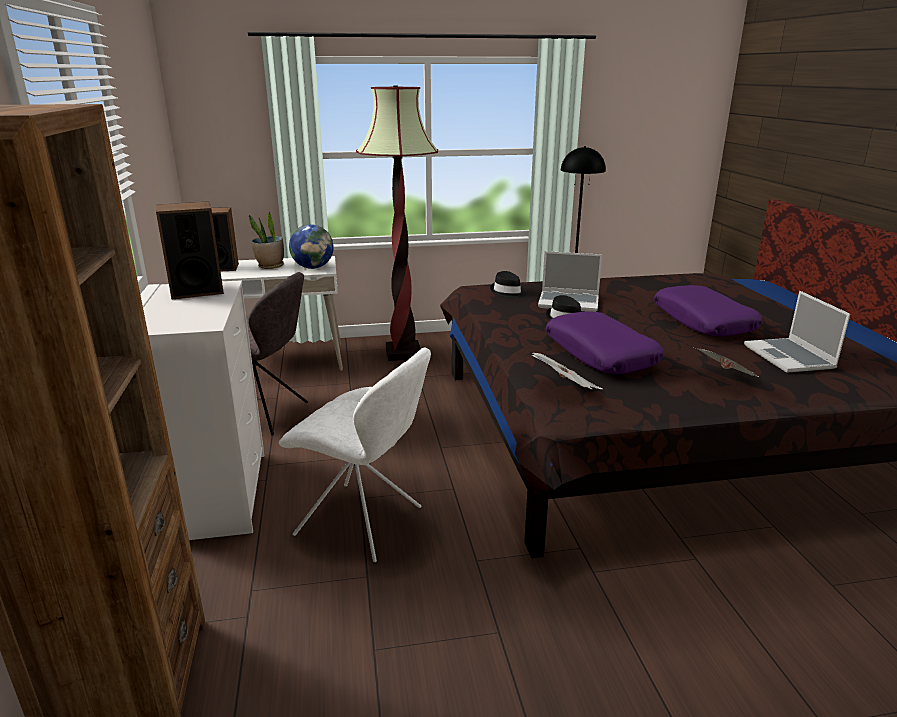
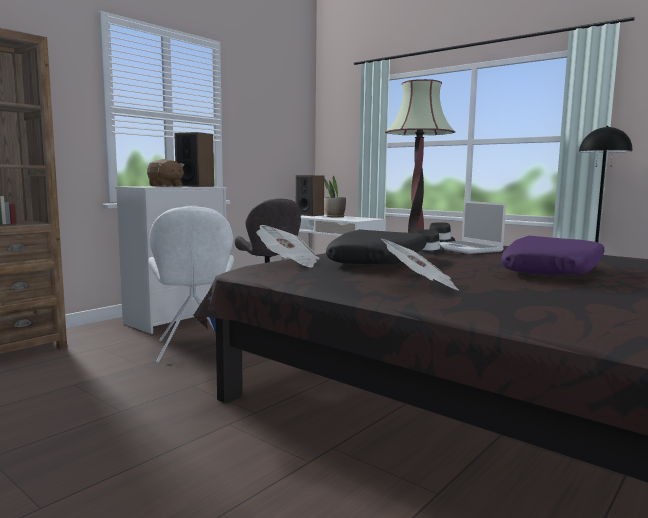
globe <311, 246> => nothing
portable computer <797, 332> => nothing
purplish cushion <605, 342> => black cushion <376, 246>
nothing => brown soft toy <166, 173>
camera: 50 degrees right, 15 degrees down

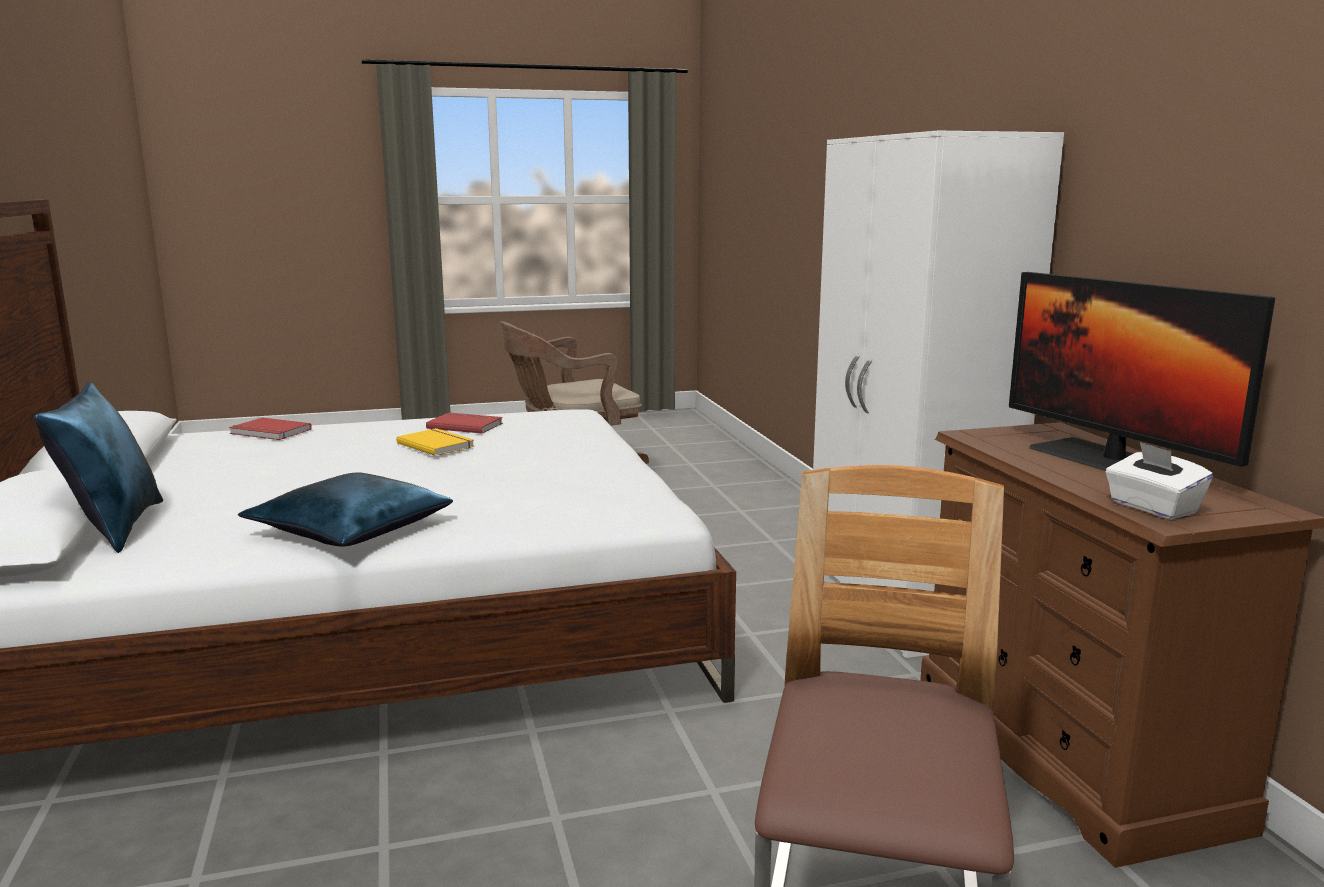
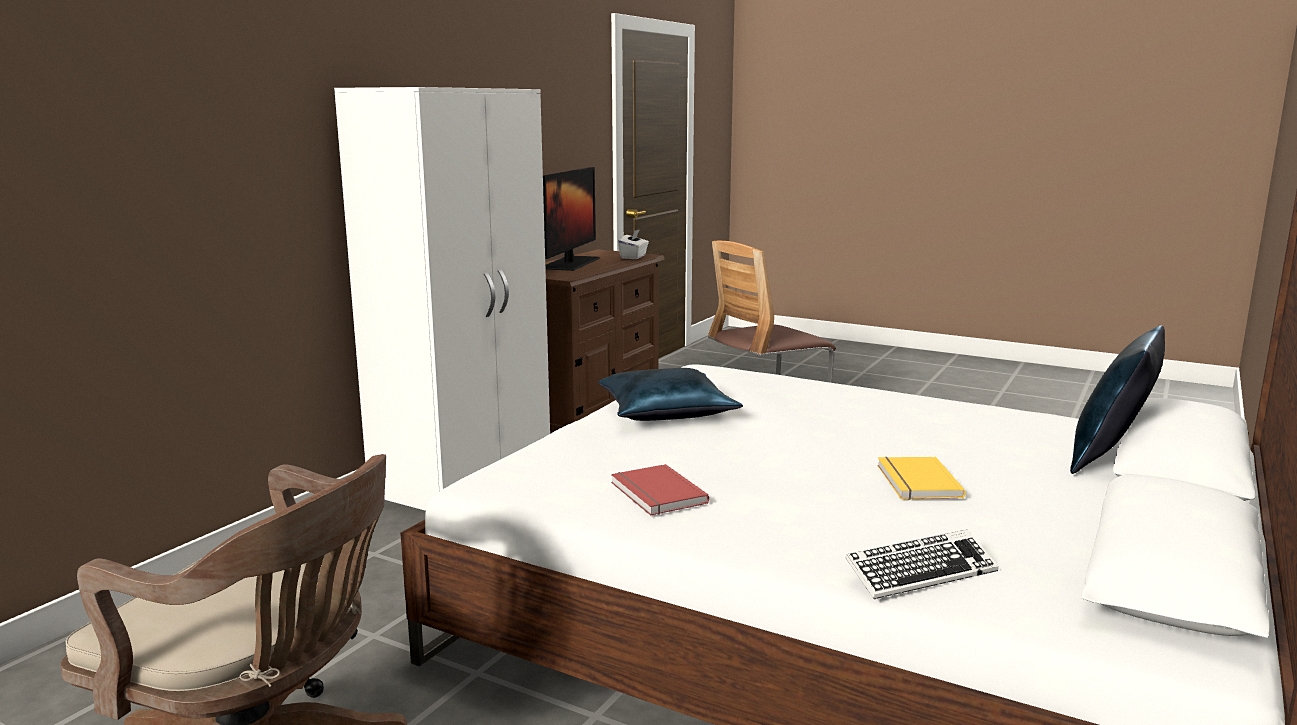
red book <270, 429> => PC keyboard <922, 564>
yellow-coloured book <435, 442> => yellow-coloured book <921, 478>, relocated
blue-coloured cushion <345, 510> => blue-coloured cushion <670, 394>, relocated
camera: 135 degrees left, 0 degrees up

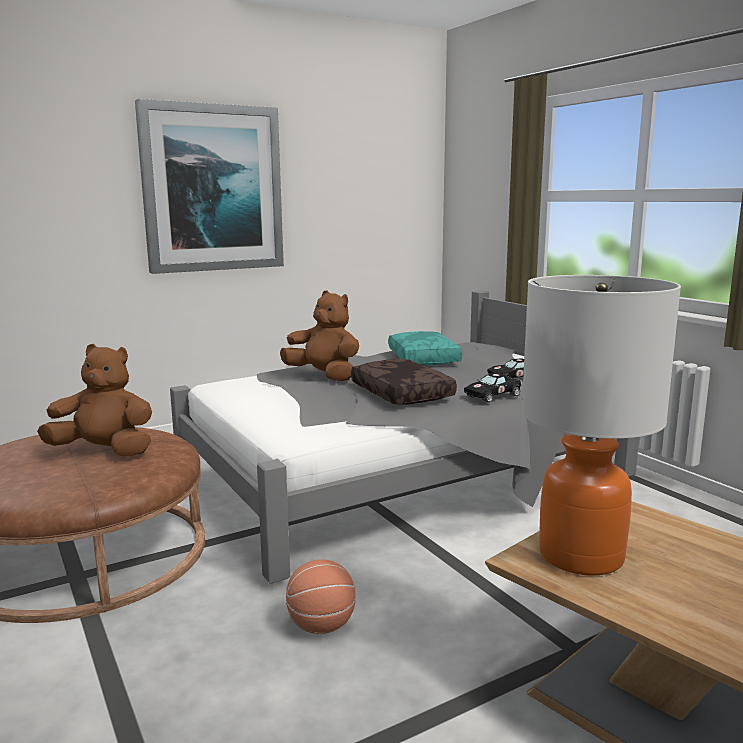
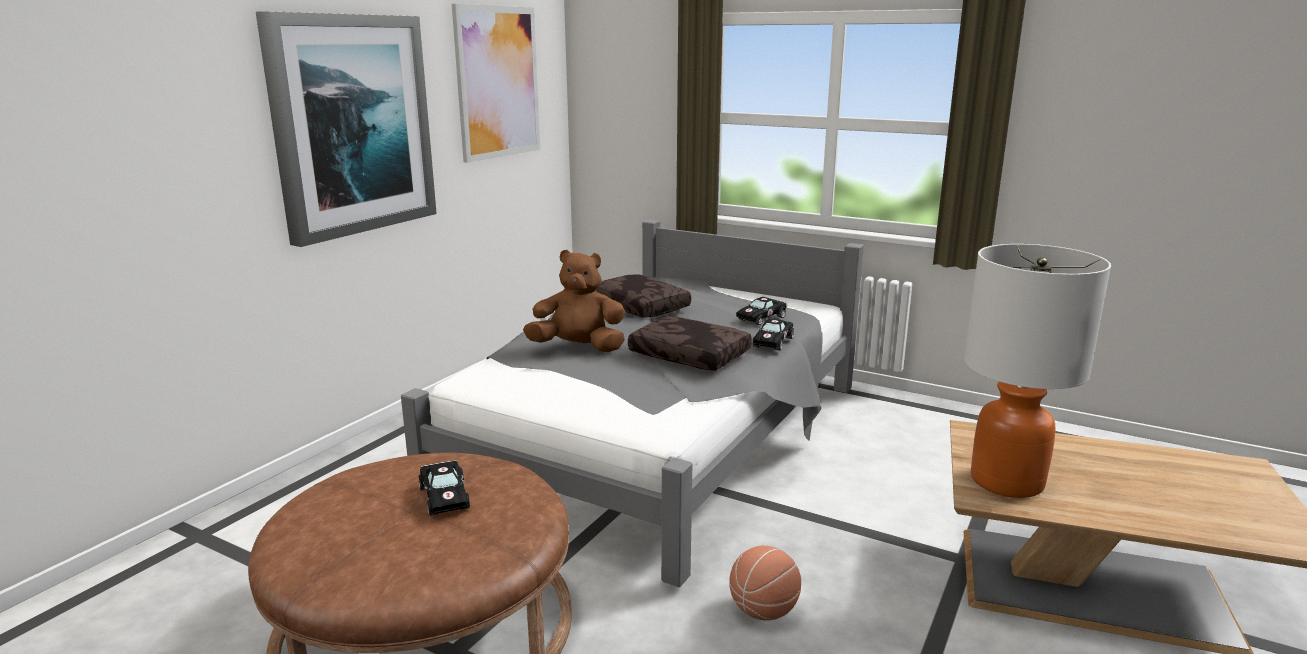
turquoise-coloured cushion <425, 348> => brown cushion <643, 296>
brown soft toy <94, 400> => black miniature car <444, 488>
nothing => wall picture <496, 83>
camera: 30 degrees left, 5 degrees up

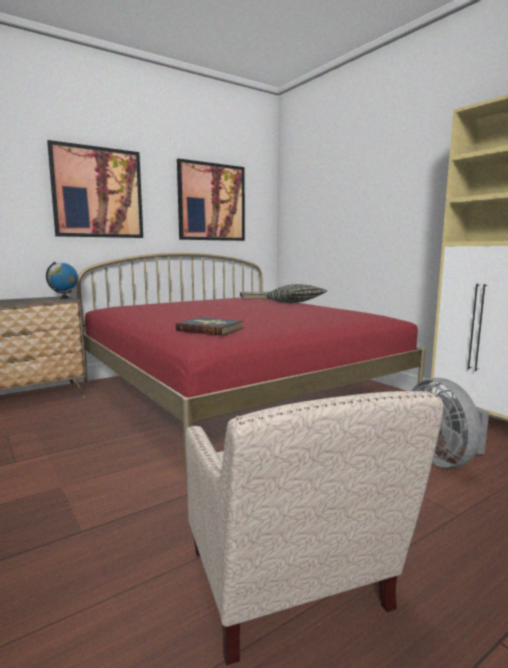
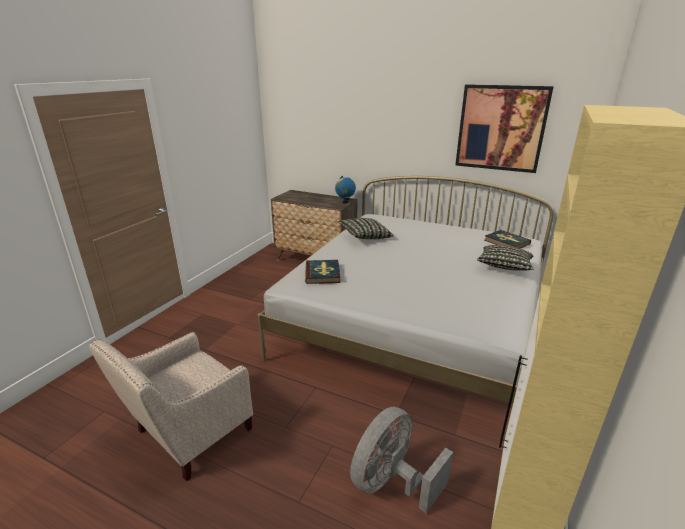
wall picture <95, 189> => nothing
red bed <251, 368> => whitish bed <406, 290>
nothing => cushion <366, 228>
camera: 60 degrees right, 15 degrees up

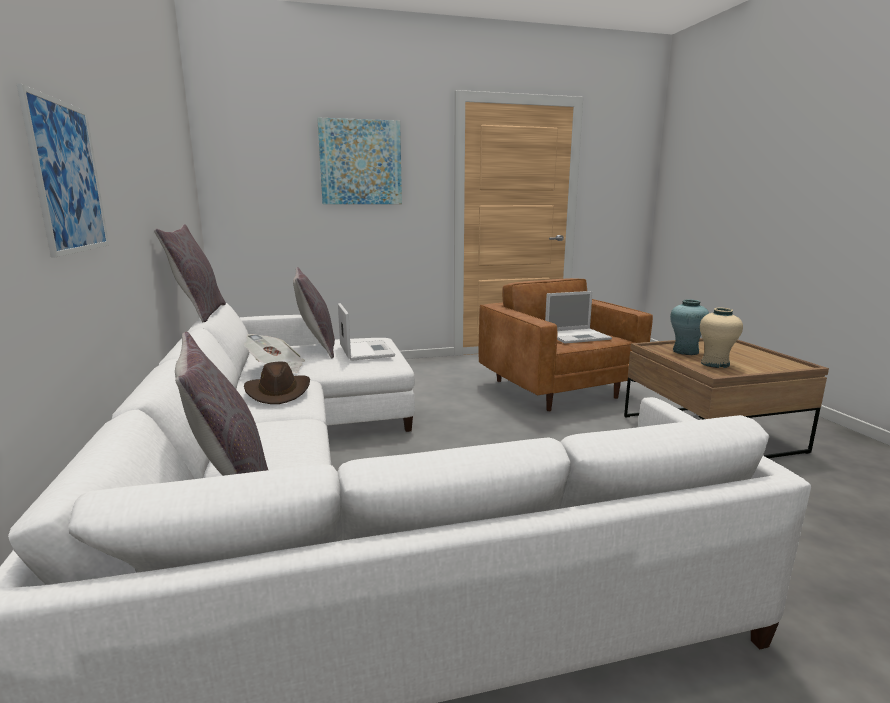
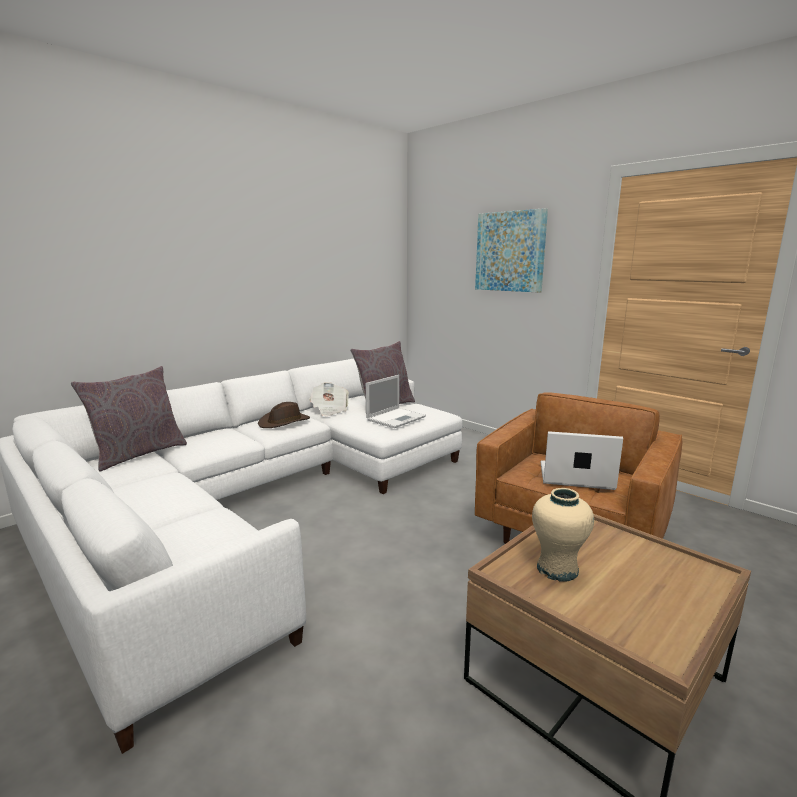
wall picture <63, 170> => nothing
grey cushion <190, 273> => nothing
portable computer <578, 317> => portable computer <582, 460>, 150 degrees clockwise
turquoise-coloured flower vase <689, 327> => nothing
camera: 60 degrees right, 0 degrees up

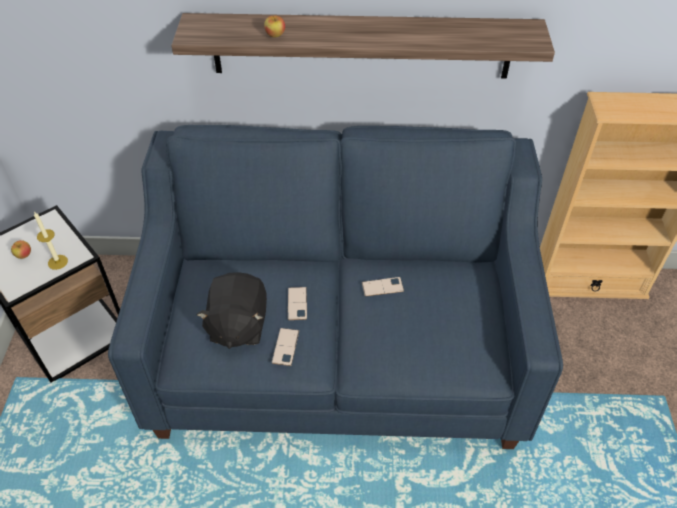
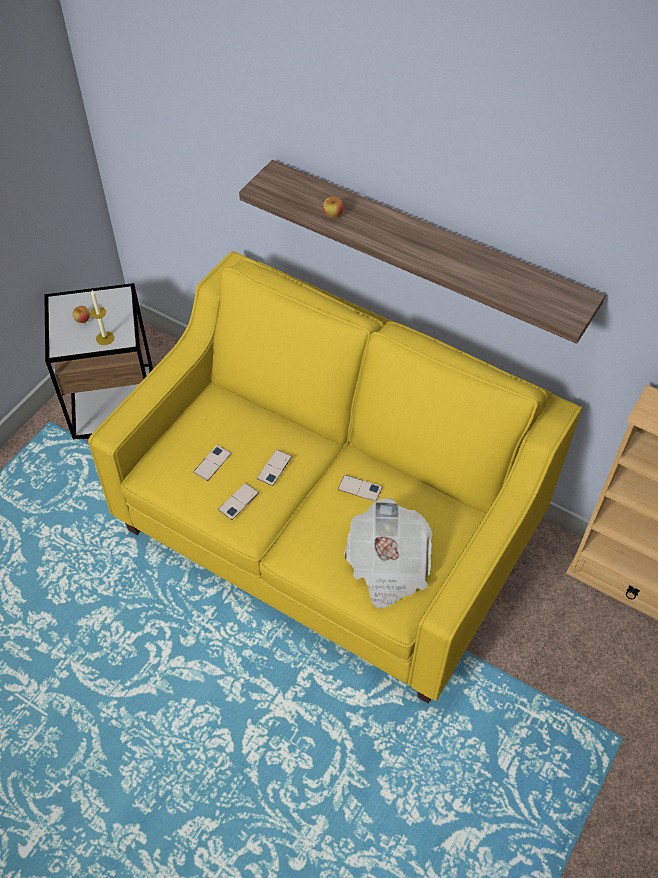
blue-coloured sofa <335, 287> => yellow-coloured sofa <335, 477>
black soft toy <231, 310> => phone <212, 463>
nothing => newspaper <388, 553>
camera: 30 degrees right, 5 degrees up

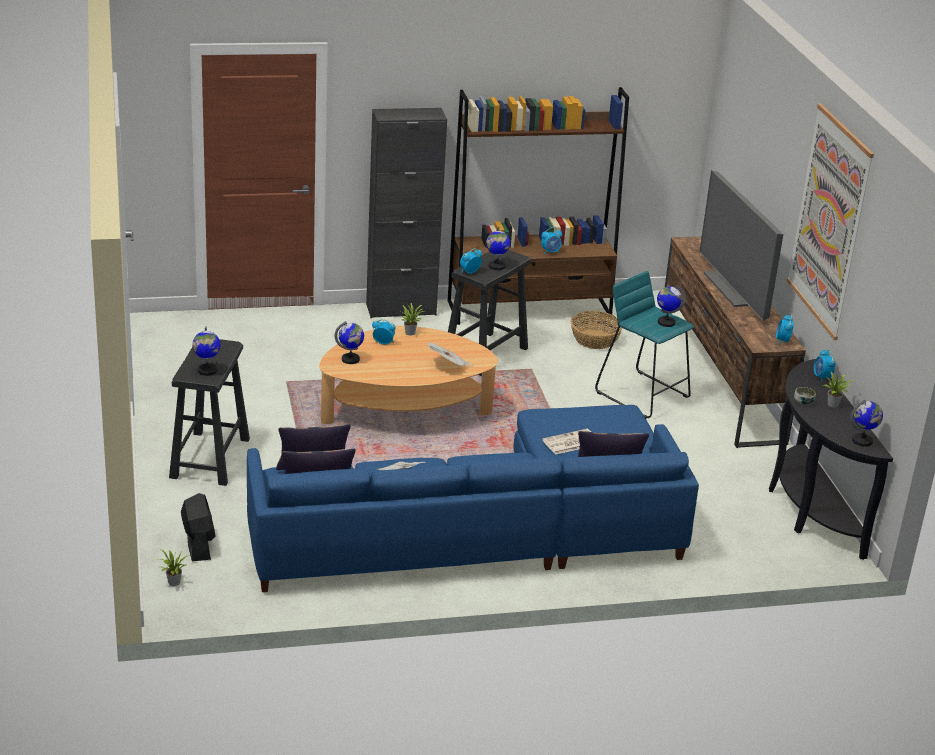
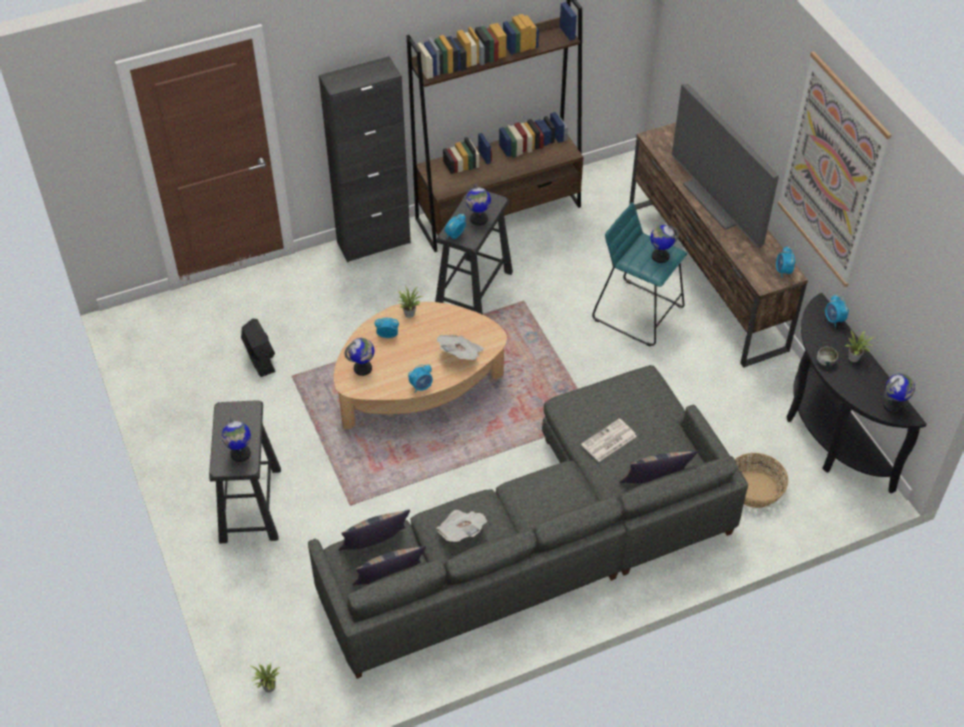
bedside clock <551, 240> => bedside clock <420, 378>, relocated
storage basket <597, 330> => storage basket <761, 480>, relocated
blue-coloured sofa <473, 498> => grey sofa <528, 522>
black cooling fan <198, 527> => black cooling fan <258, 348>, relocated
camera: 10 degrees left, 20 degrees up

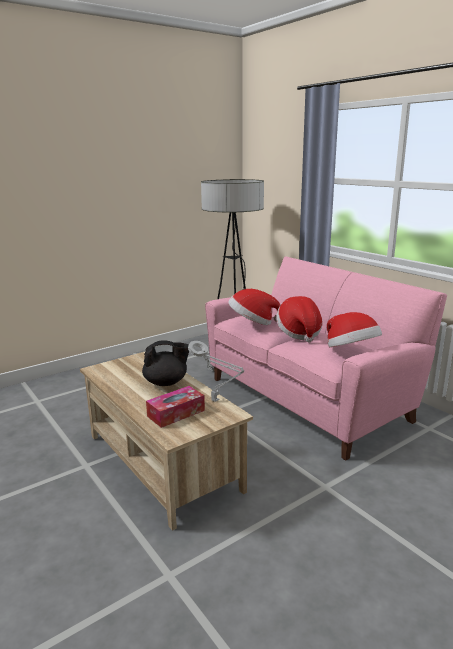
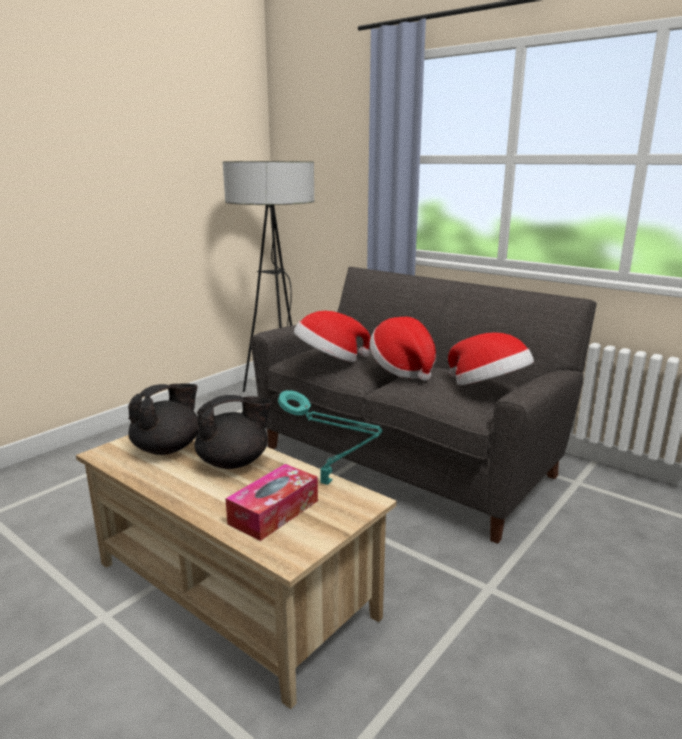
pink-coloured sofa <326, 358> => grey sofa <424, 405>
grey lamp for a table <216, 371> => turquoise-coloured lamp for a table <330, 437>
nothing => black teapot <163, 419>
camera: 15 degrees left, 0 degrees up

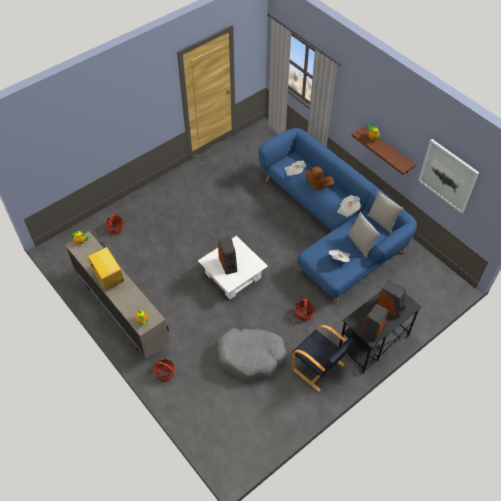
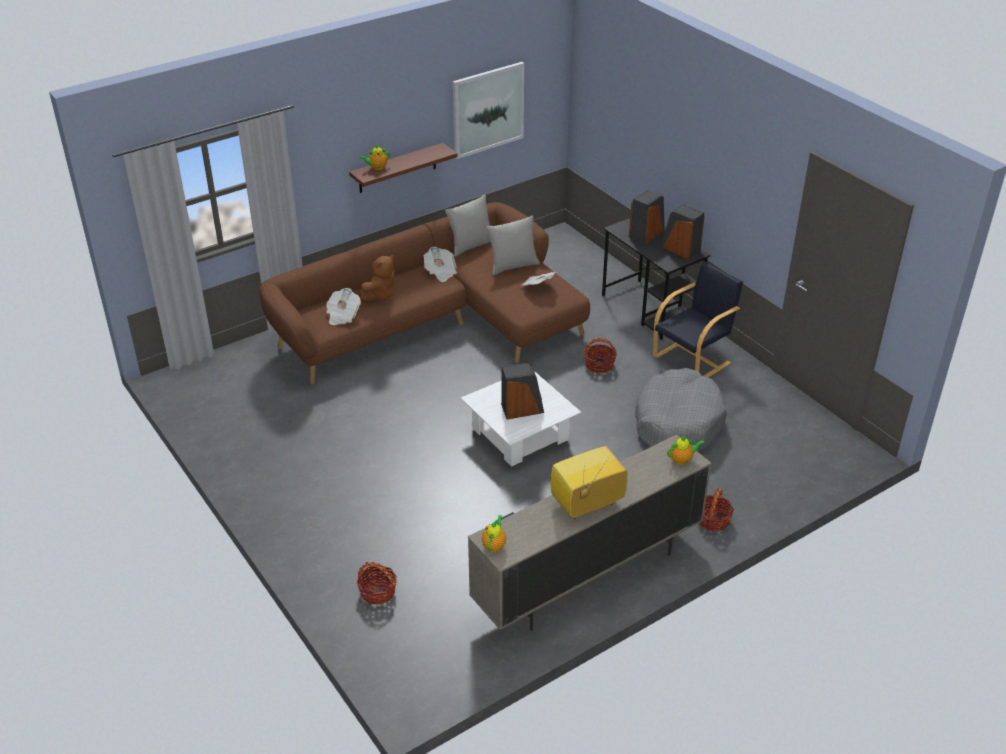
blue-coloured sofa <337, 216> => brown sofa <424, 293>
camera: 85 degrees left, 15 degrees down

